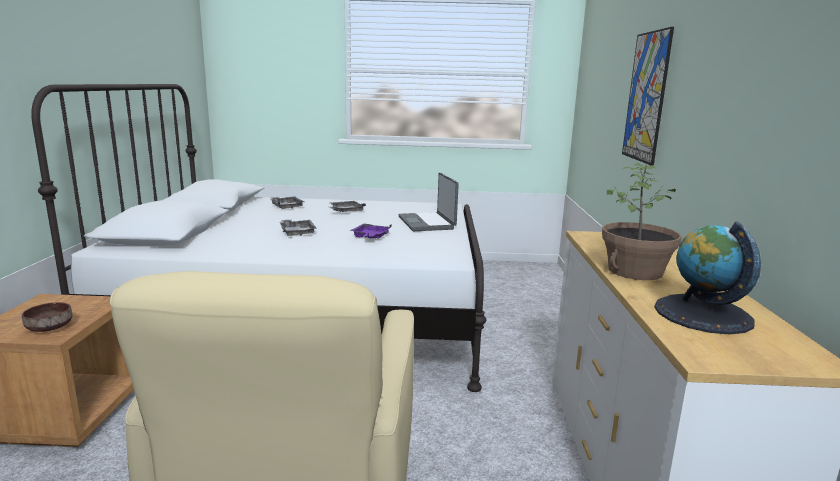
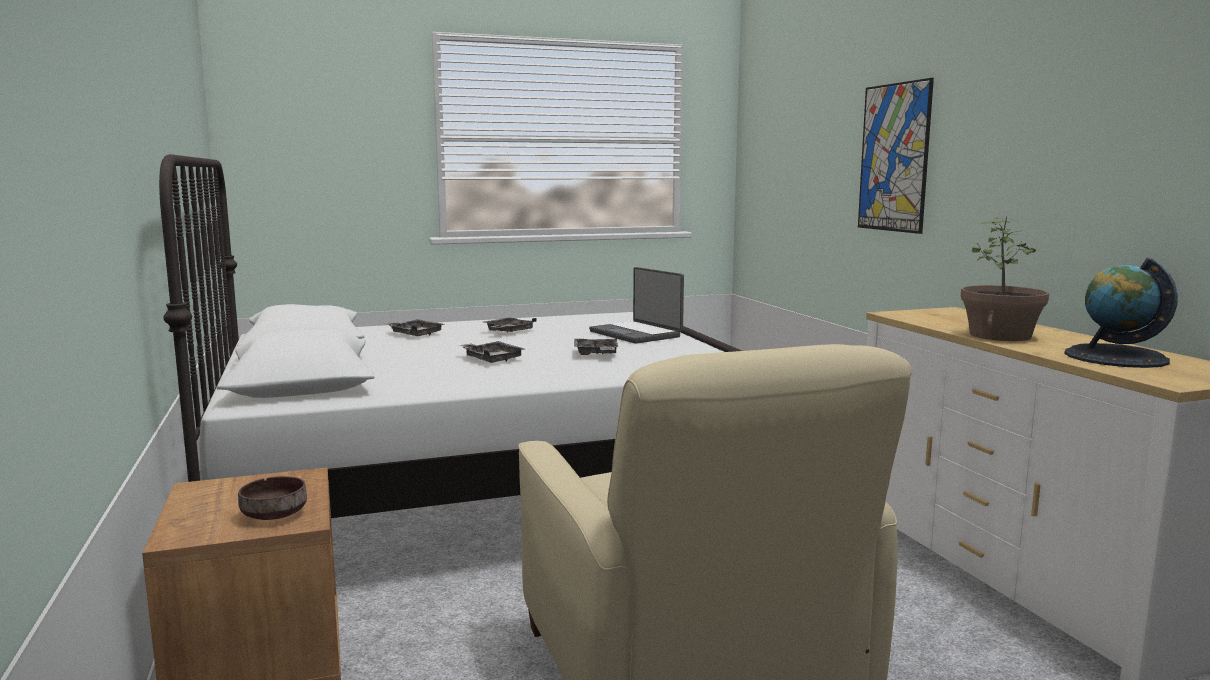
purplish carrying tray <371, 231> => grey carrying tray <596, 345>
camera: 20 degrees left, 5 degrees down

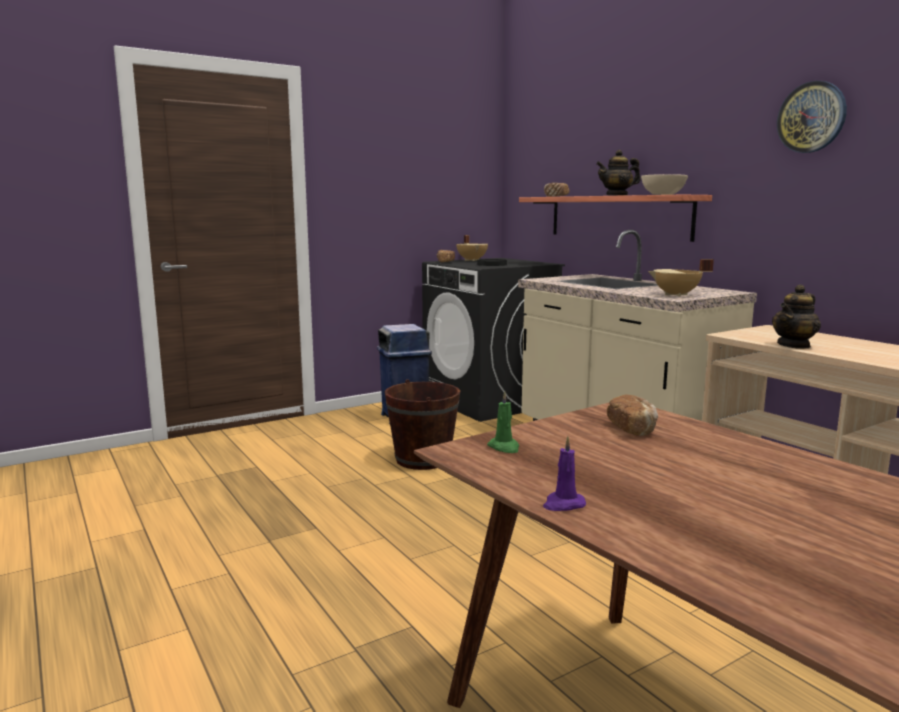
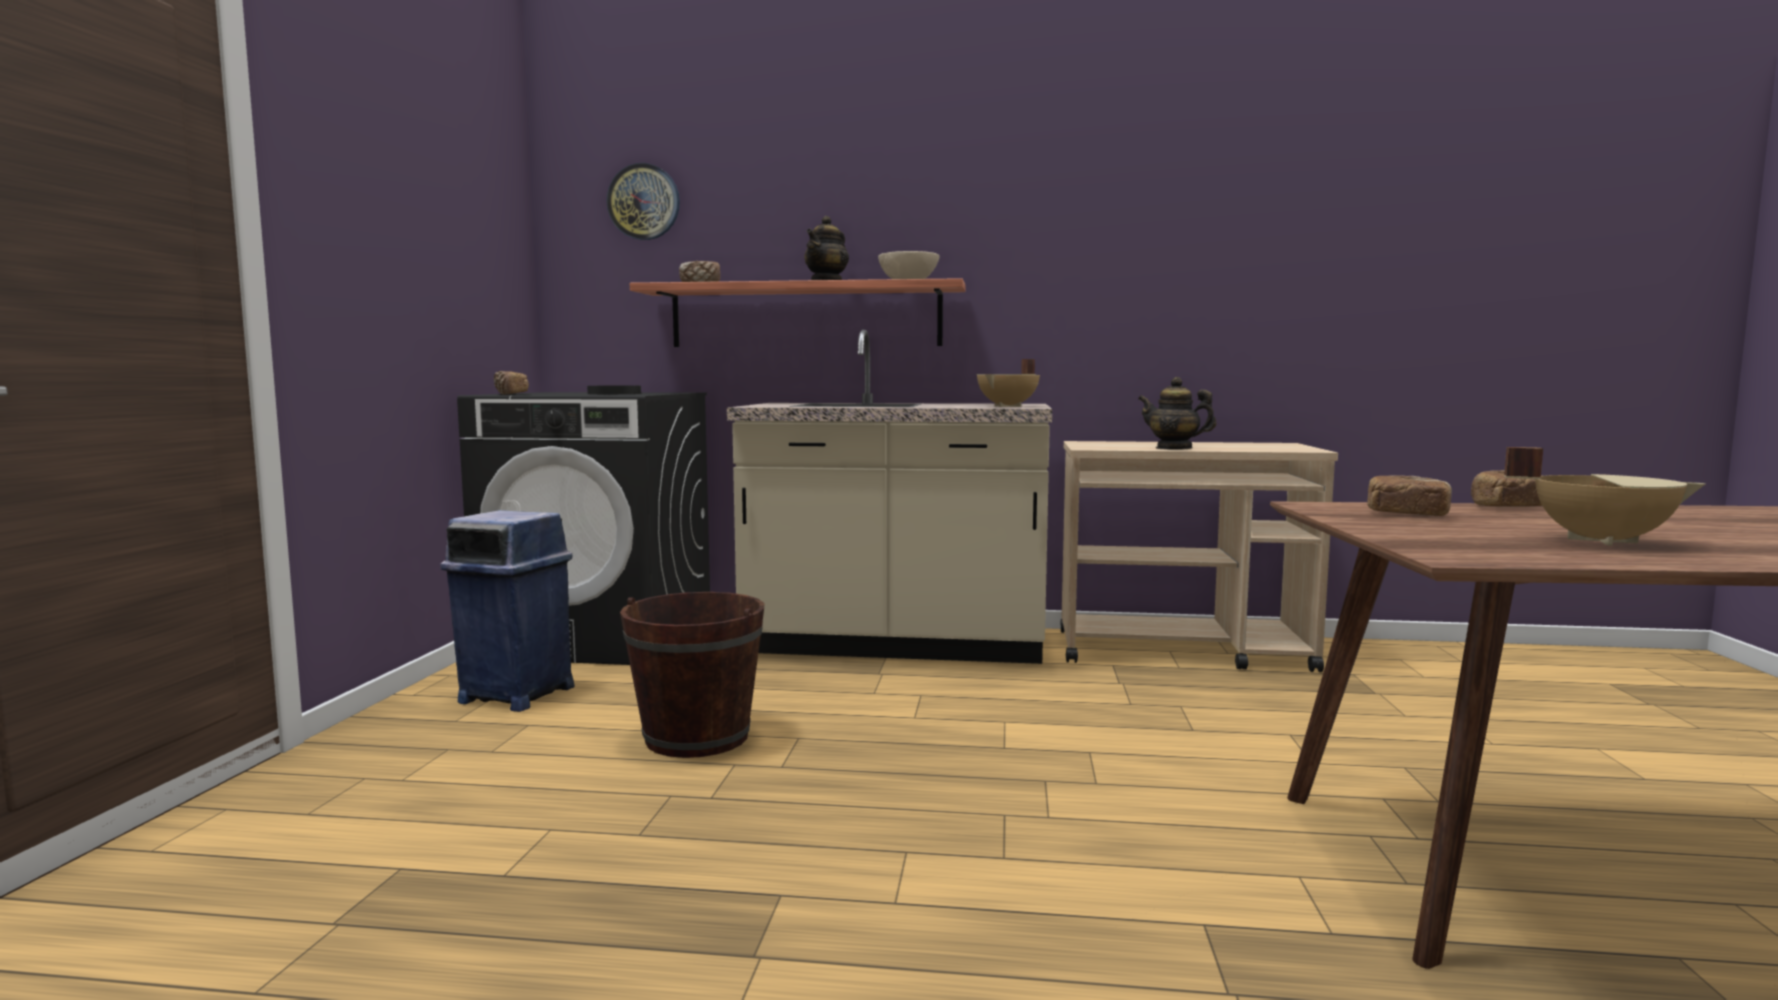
wall clock <812, 117> => wall clock <643, 201>, relocated
sand-coloured cooking pot <472, 248> => sand-coloured cooking pot <1604, 496>, relocated
teapot <796, 316> => teapot <1177, 413>, 120 degrees clockwise
greenish wax light <503, 422> => nothing
purplish wax light <564, 473> => nothing
nothing => baked bread <1506, 488>
camera: 50 degrees left, 5 degrees down

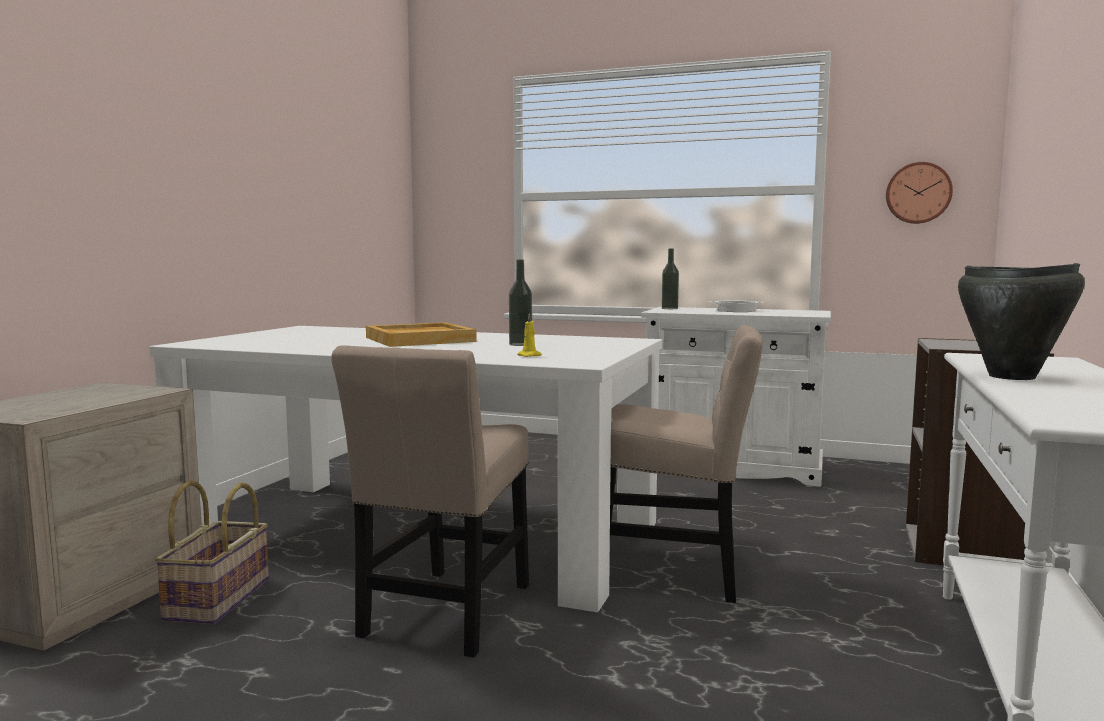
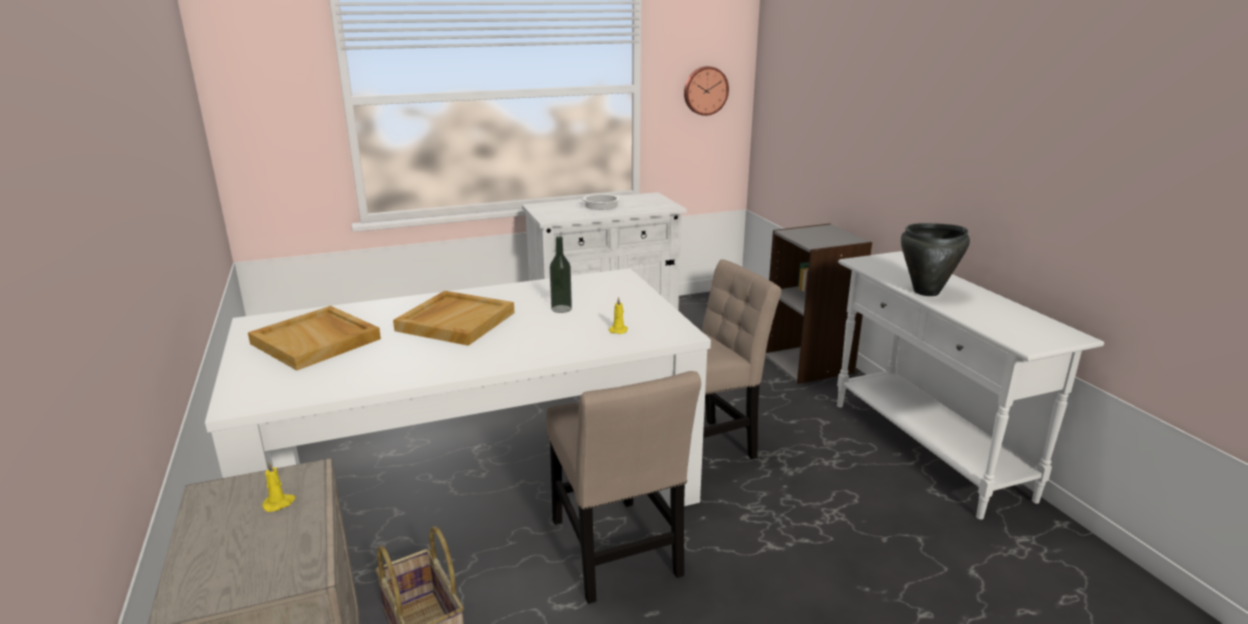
bottle <670, 278> => nothing
nothing => sand-coloured carrying tray <314, 338>
nothing => yellow-coloured wax light <279, 486>
camera: 40 degrees left, 15 degrees up

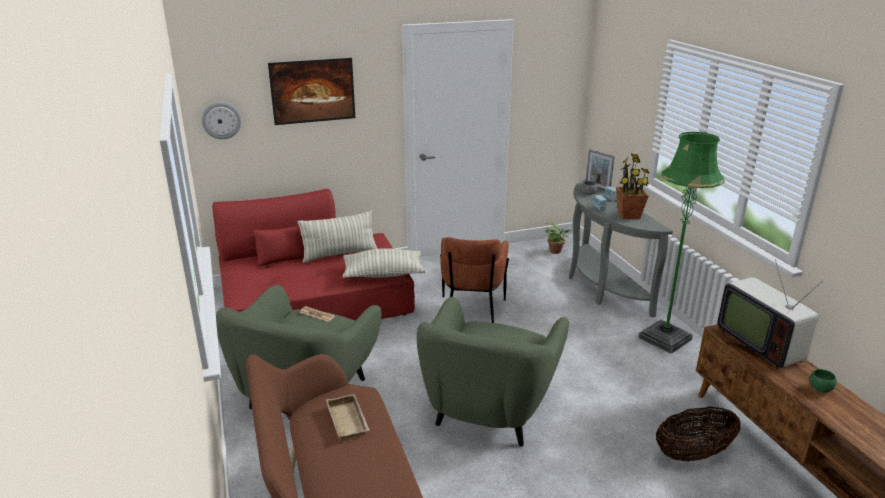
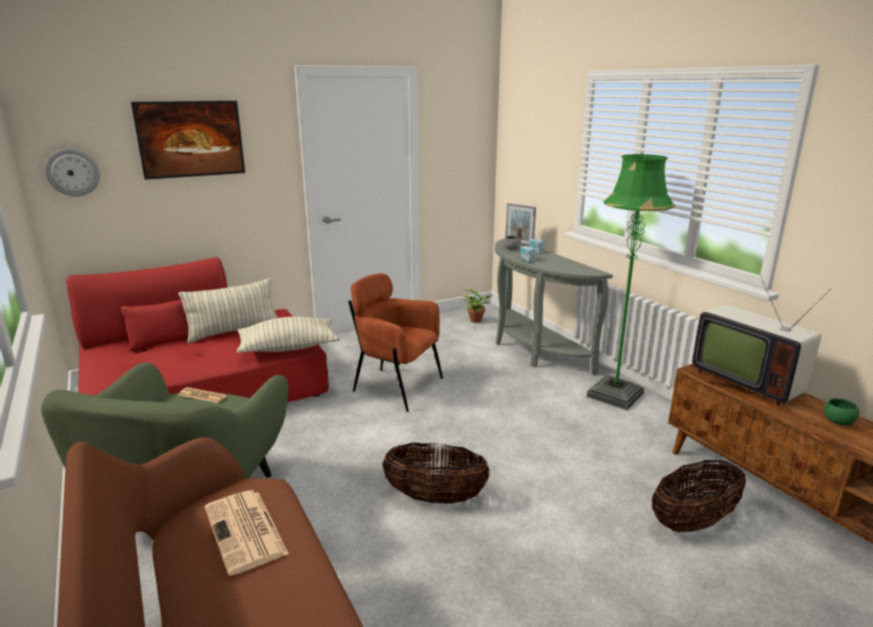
houseplant <632, 186> => nothing
brown lounge chair <474, 280> => brown lounge chair <395, 342>, 120 degrees clockwise
greenish lounge chair <493, 372> => storage basket <436, 473>
sand-coloured carrying tray <348, 417> => newspaper <247, 533>
camera: 10 degrees left, 5 degrees down

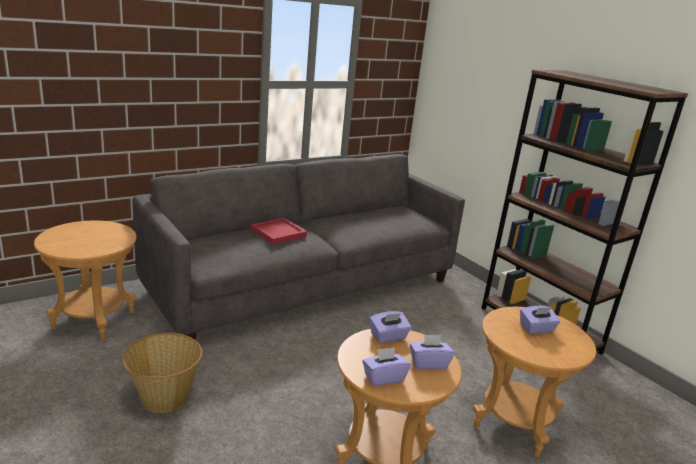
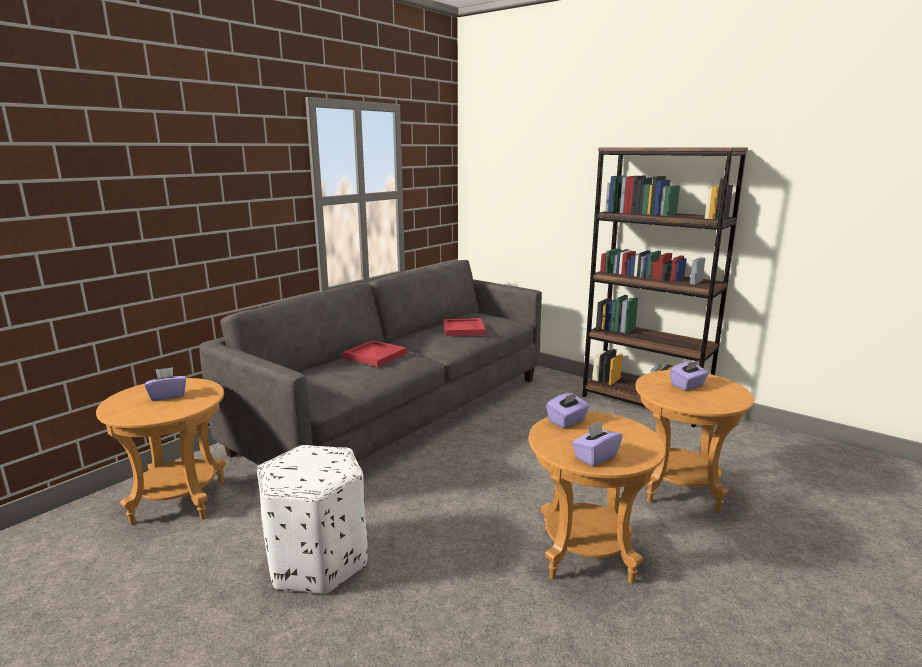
storage basket <162, 373> => whitish footrest <312, 519>
purplish box of tissues <432, 351> => purplish box of tissues <165, 384>, relocated
nothing => red carrying tray <465, 327>
camera: 15 degrees left, 5 degrees down

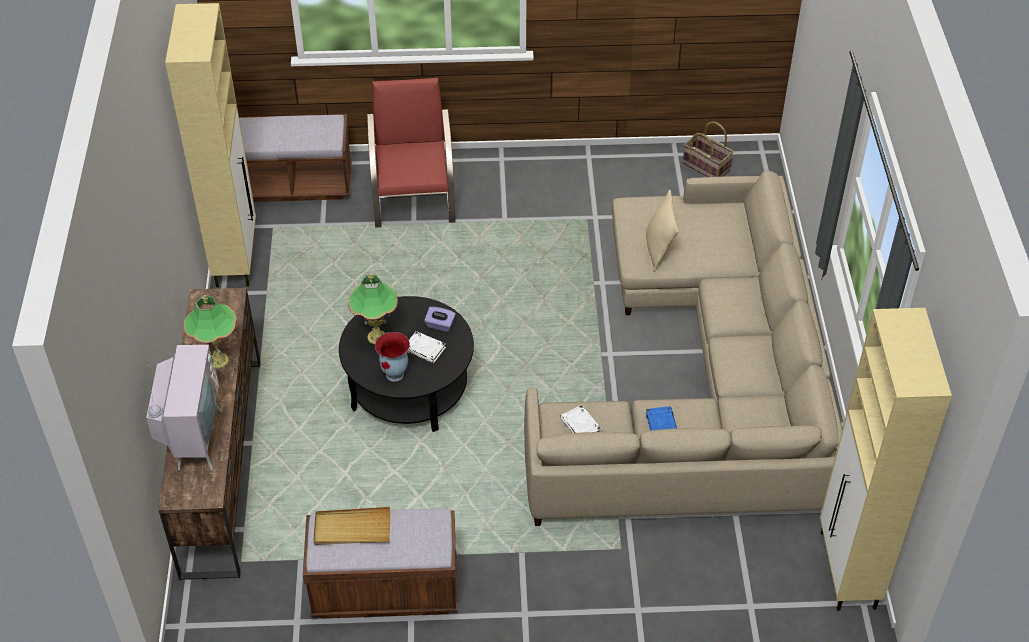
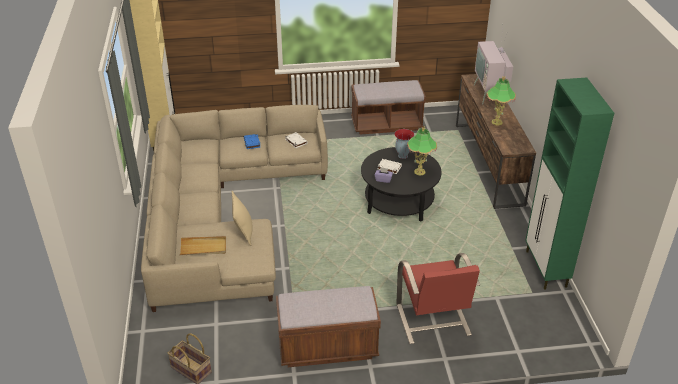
sand-coloured storage cabinet <210, 145> => greenish storage cabinet <569, 184>
brown indoor bench <295, 158> => brown indoor bench <328, 326>, relocated
sand-coloured carrying tray <351, 526> => sand-coloured carrying tray <203, 245>, relocated
camera: 175 degrees right, 10 degrees down

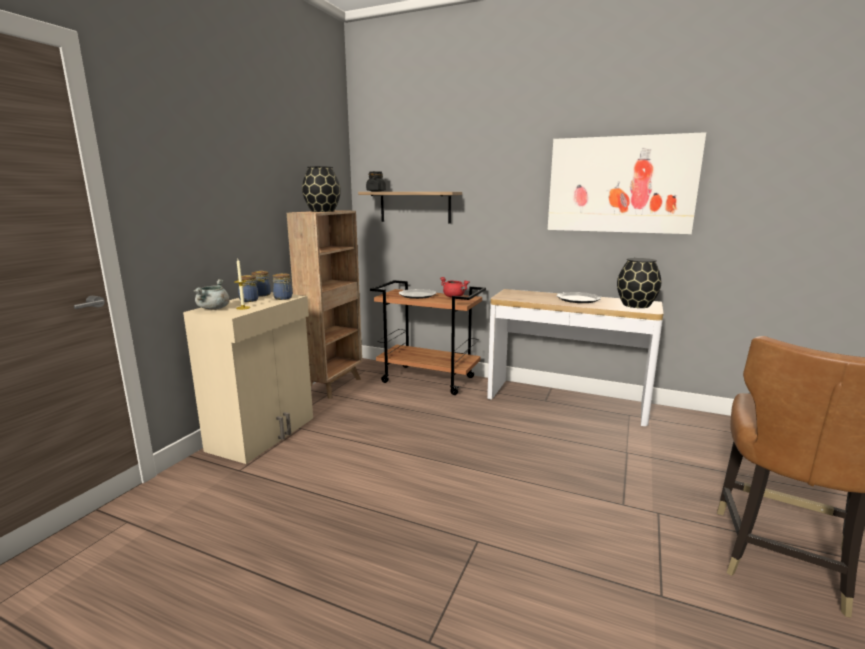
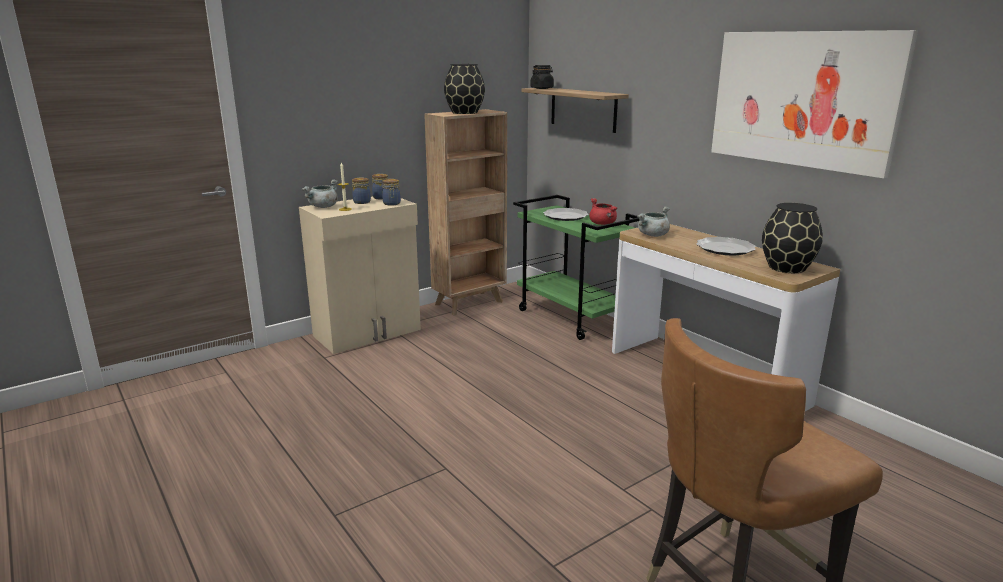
brown trolley <428, 337> => greenish trolley <576, 267>
nothing => grey cooking pot <653, 222>
camera: 30 degrees right, 5 degrees up

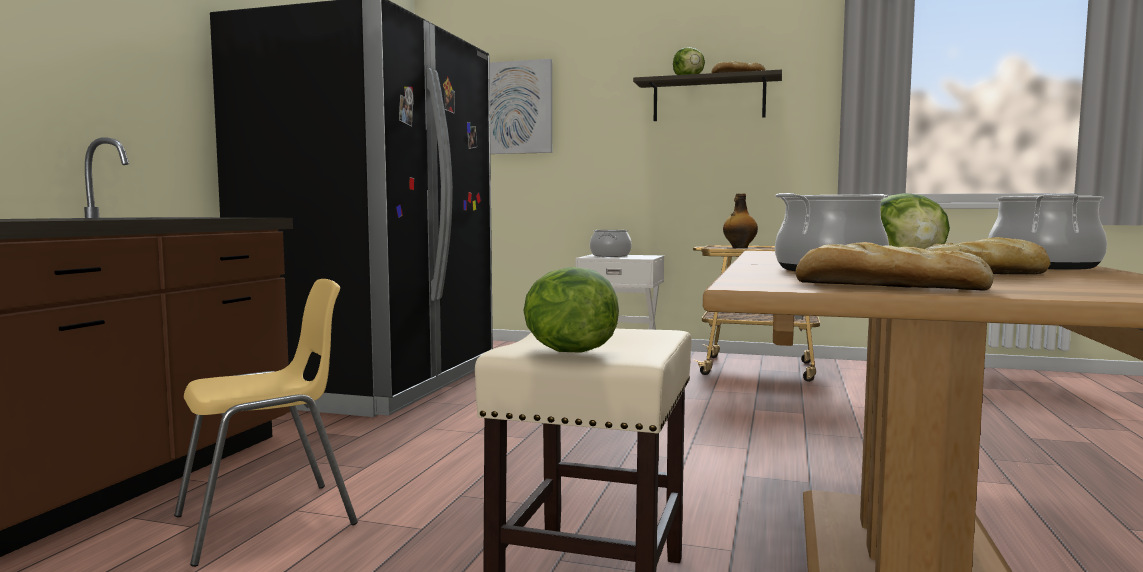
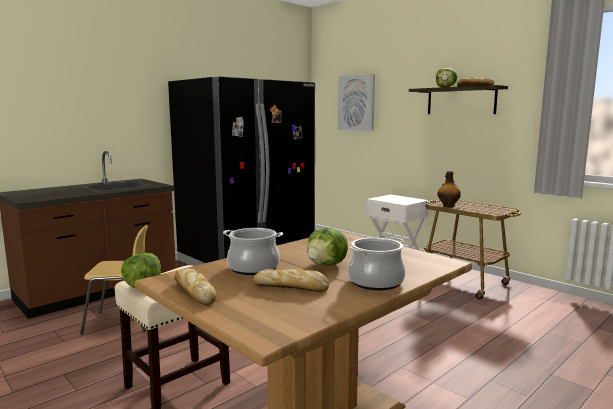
cooking pot <611, 243> => nothing
camera: 30 degrees right, 5 degrees up

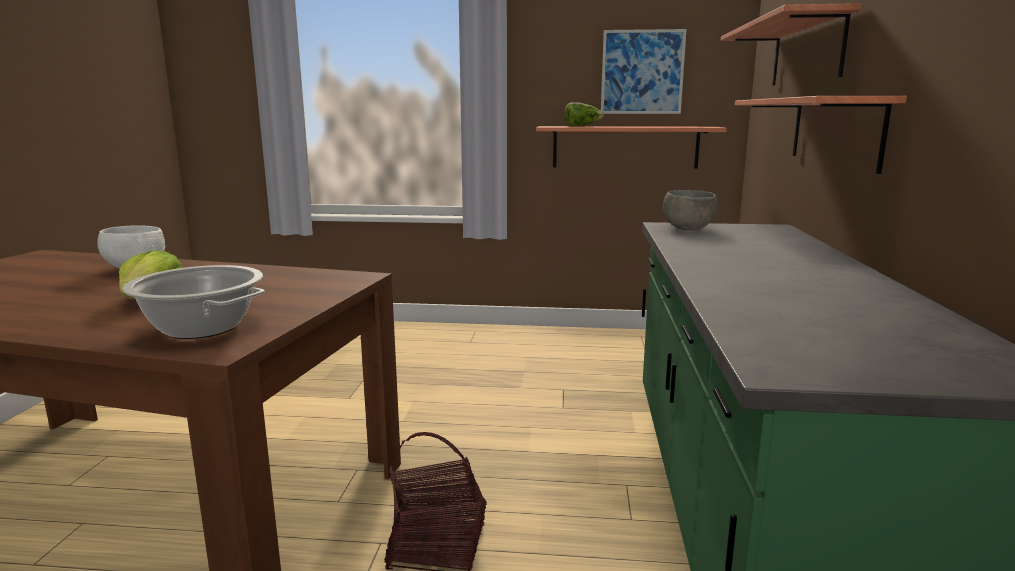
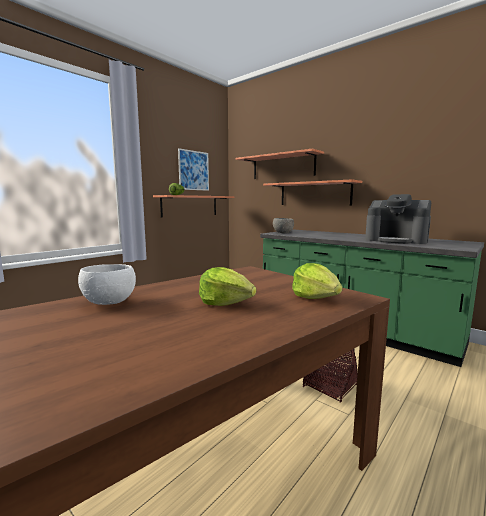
cooking pot <193, 302> => lettuce <317, 281>
nothing => coffee machine <398, 219>
camera: 55 degrees left, 5 degrees down

